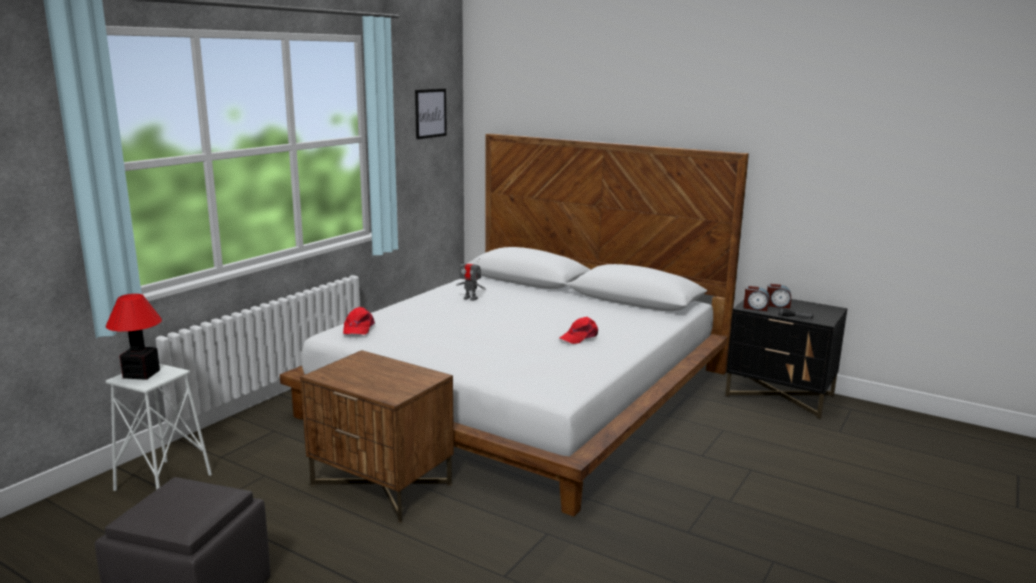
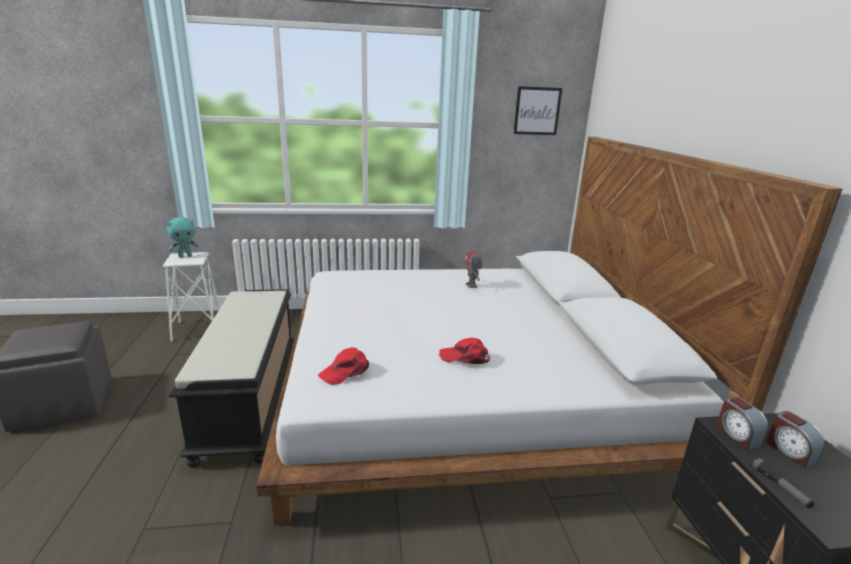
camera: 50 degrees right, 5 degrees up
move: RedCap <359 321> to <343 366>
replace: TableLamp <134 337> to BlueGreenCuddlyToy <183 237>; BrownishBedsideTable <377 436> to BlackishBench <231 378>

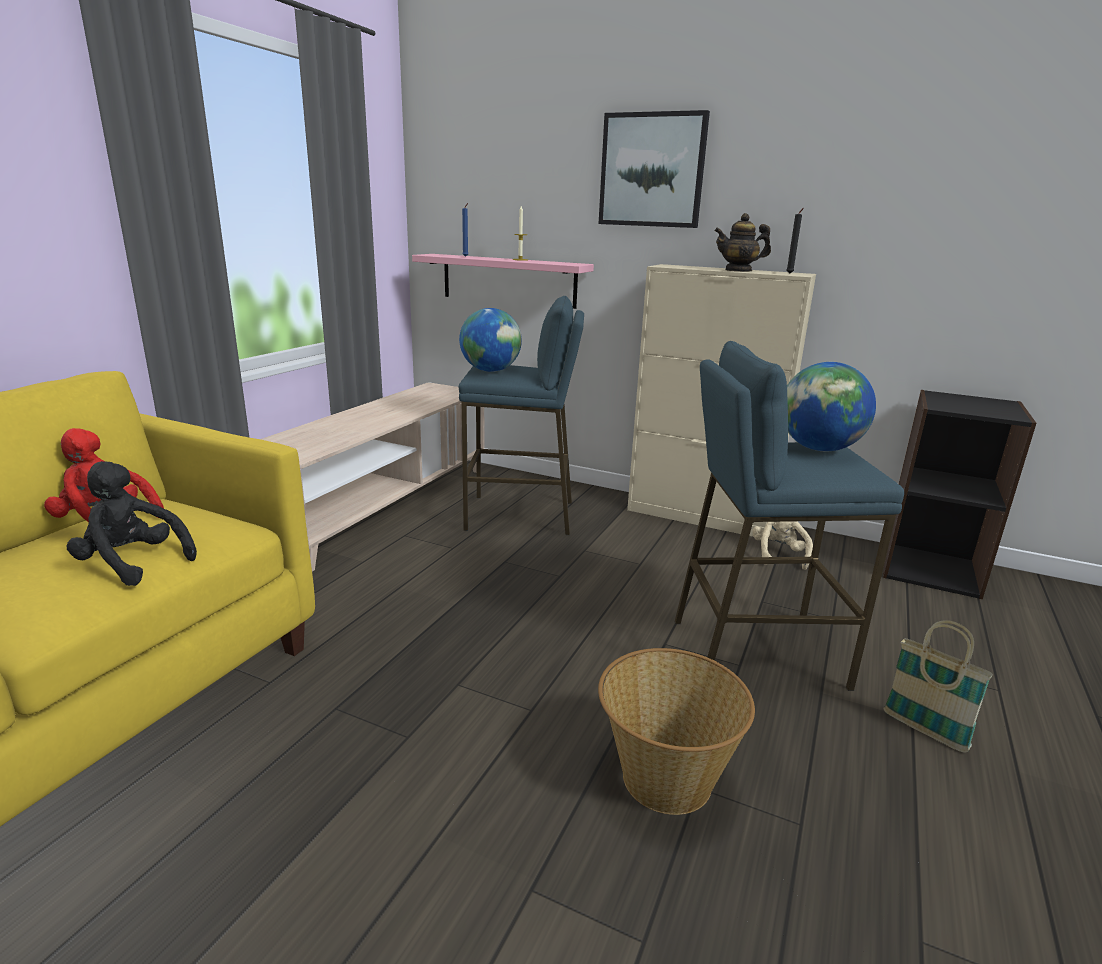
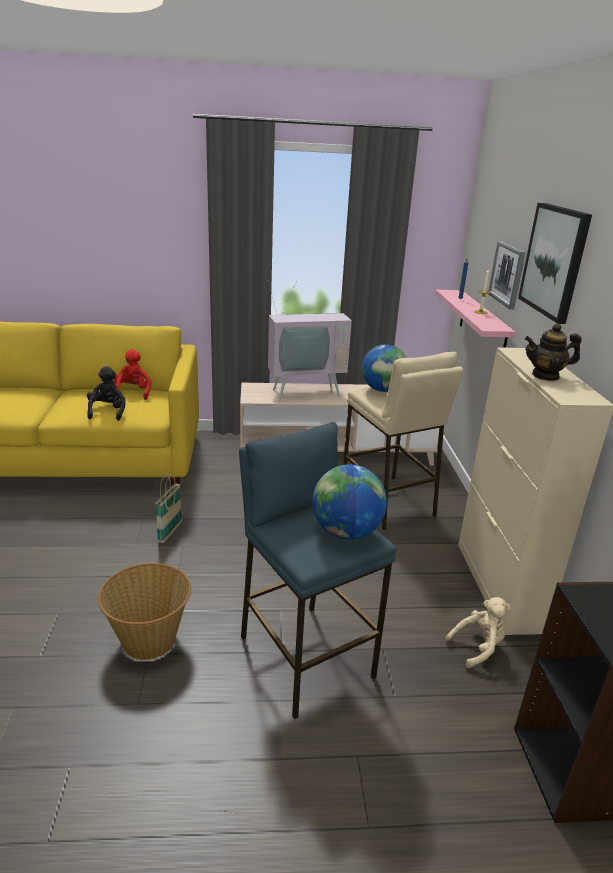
camera: 60 degrees right, 5 degrees up
delete: BlackishCandle <795 241>
insert: Television <310 340>; WallArt <507 275>
move: HouseholdBasket <938 686> to <168 509>
recolor: BluishStool <521 415> to BeigeStool <403 441>
rotate: Teapot <742 242> = <553 352> 60 degrees counterclockwise

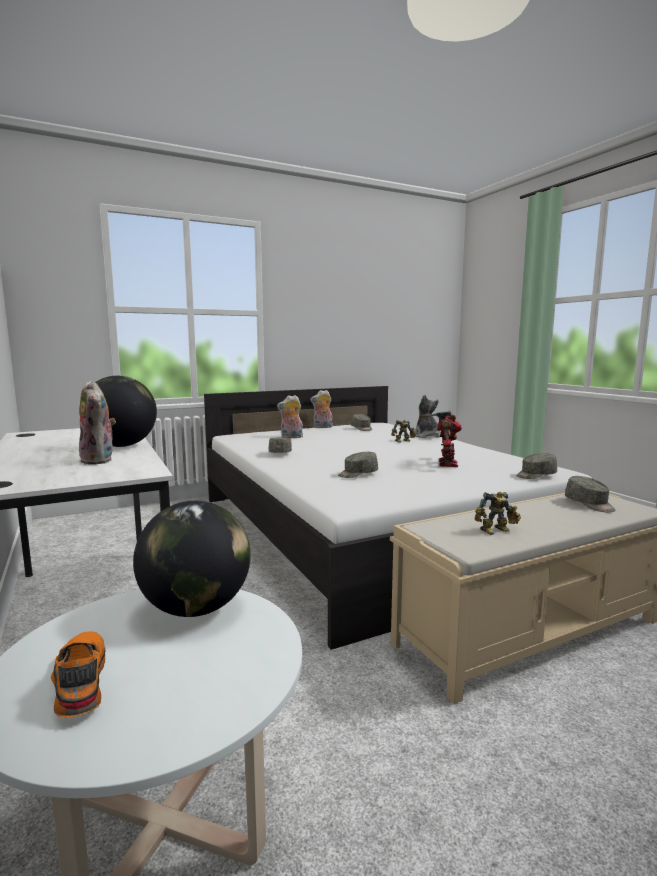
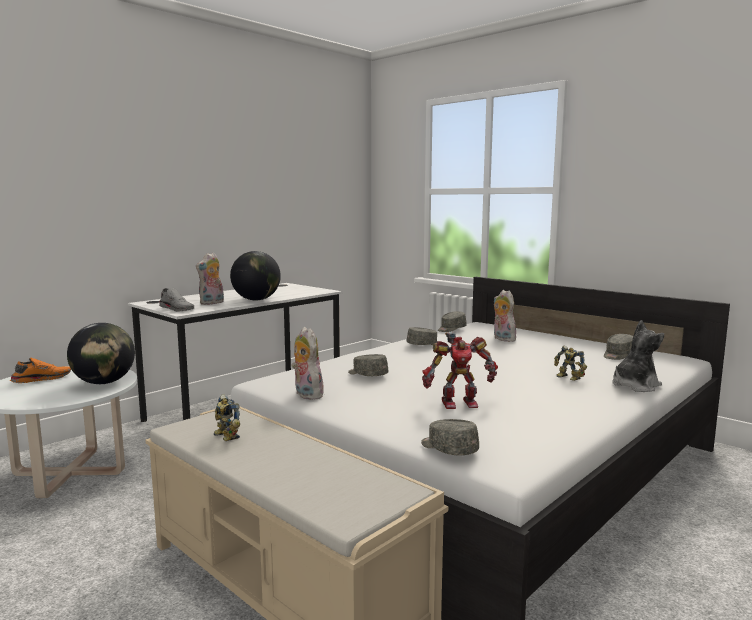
camera: 70 degrees right, 0 degrees up
insert: GrayShoe <176 300>
move: CuddlyToy <321 409> to <308 363>; GrayCap <590 494> to <452 321>

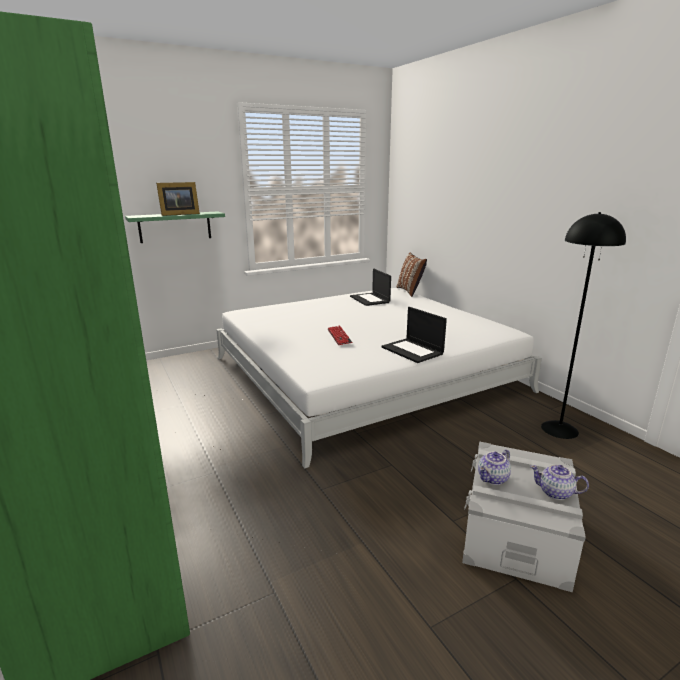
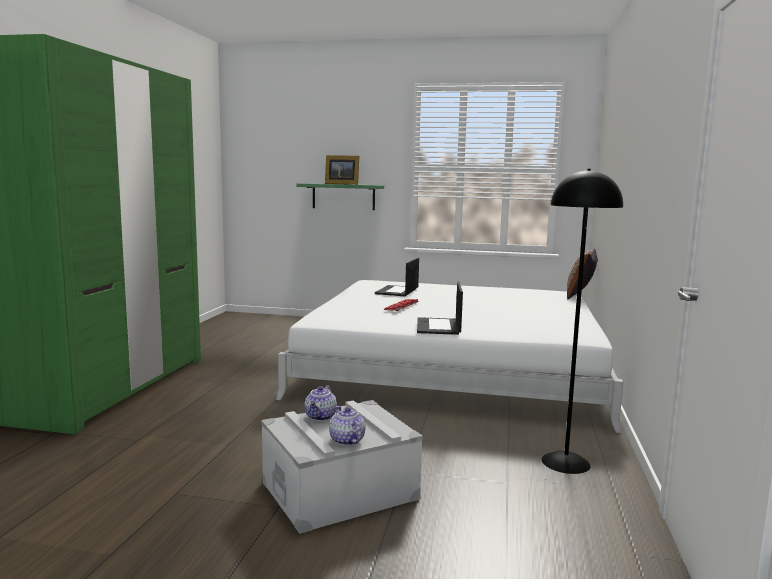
camera: 40 degrees right, 10 degrees down
move: Laptop <370 287> to <397 277>
rotate: Teapot <494 467> = <321 403> 75 degrees counterclockwise

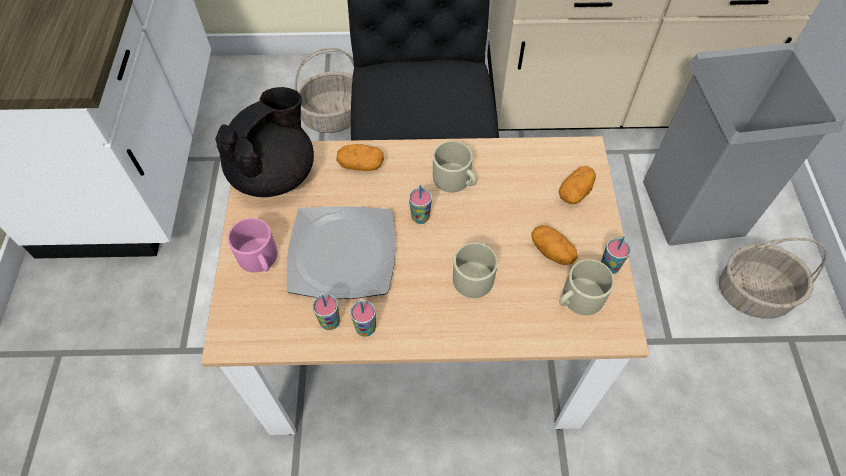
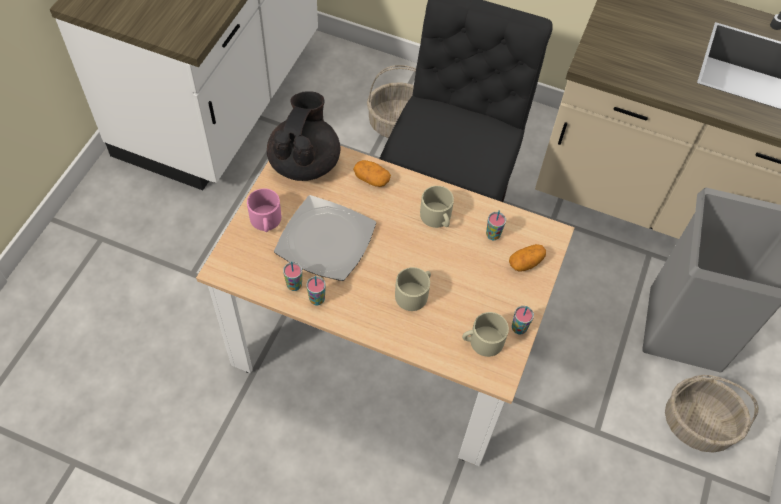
camera: 20 degrees right, 0 degrees up
delete: WholePotato <554 245>
move: Cup <420 204> to <496 225>
rotate: BlackishTeapot <264 142> = <303 136> 45 degrees counterclockwise

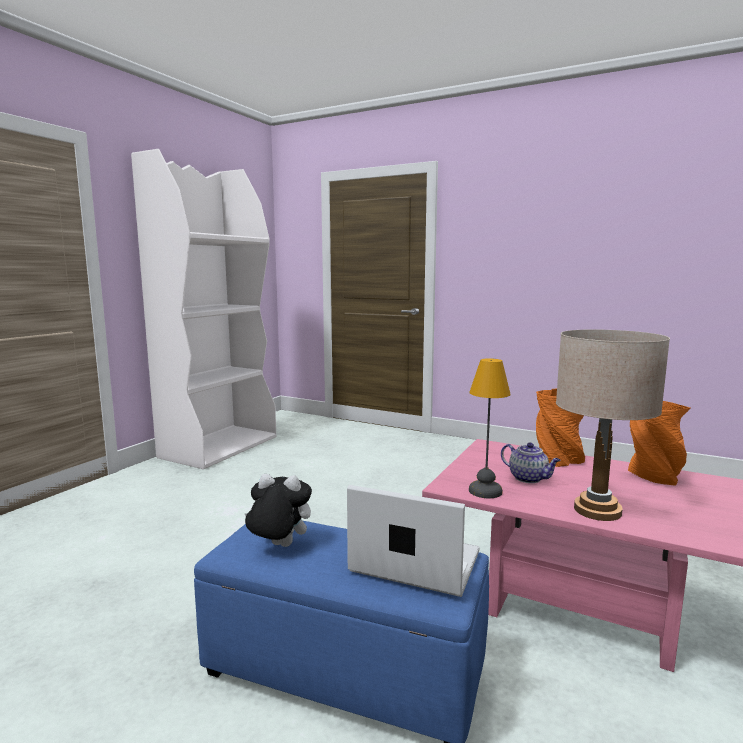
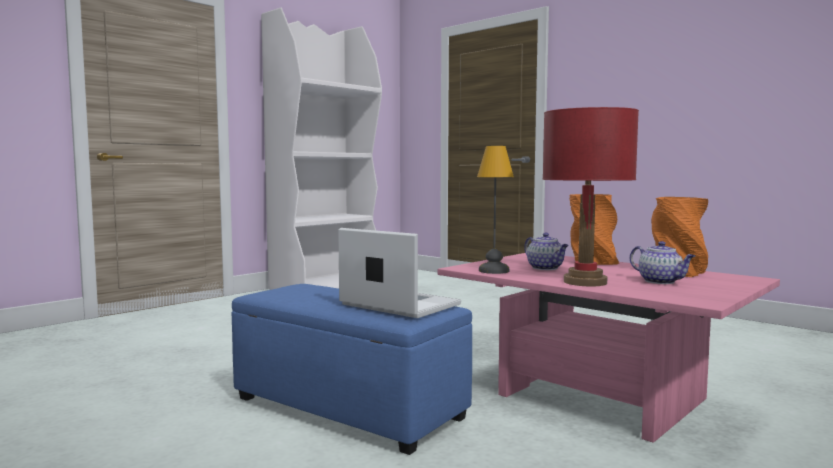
camera: 15 degrees right, 5 degrees down
delete: CuddlyToy <278 510>
insert: Teapot <662 262>
recolor: BeigeTableLamp <613 425> to RedTableLamp <590 196>

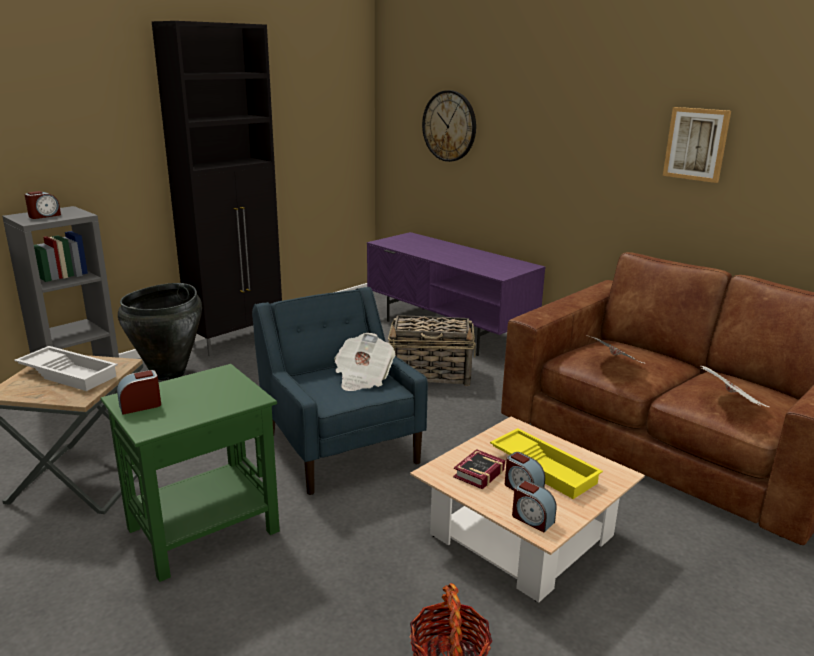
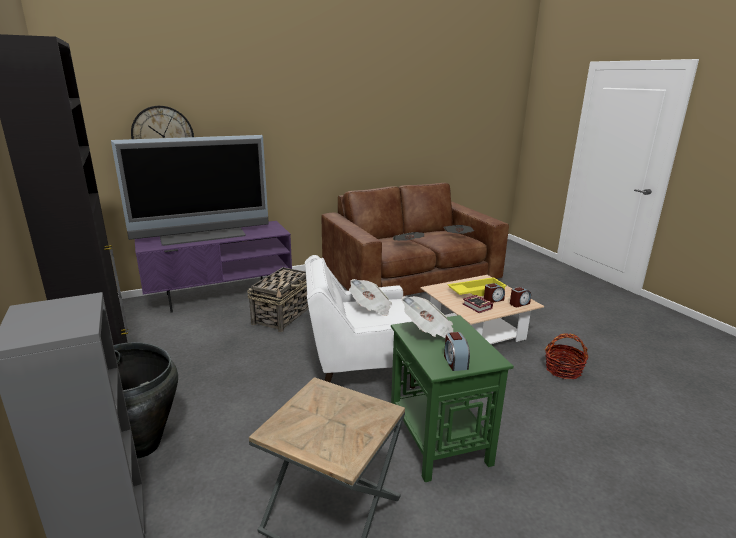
camera: 70 degrees left, 0 degrees up
delete: WhitishTray <66 368>; BedsideClock <42 205>; WallArt <697 145>
insert: Television <190 190>; PrintedPaper <427 317>
recolor: BluishArmchair <340 391> to WhitishArmchair <360 322>

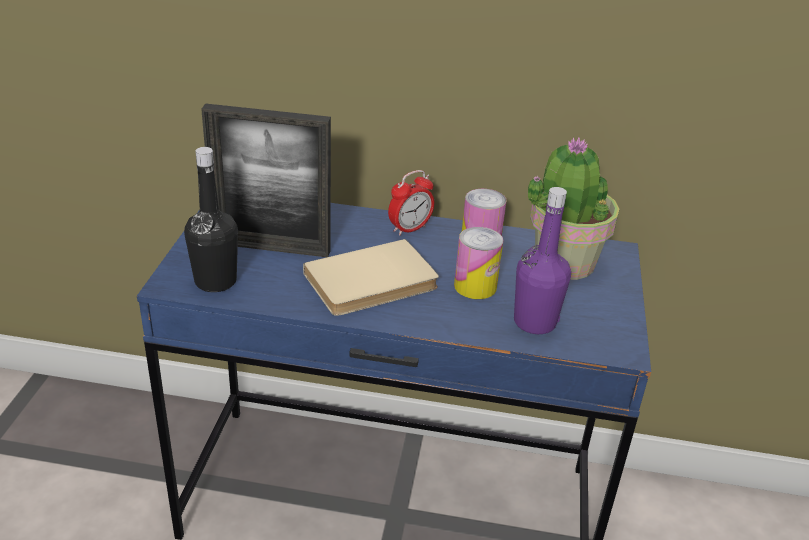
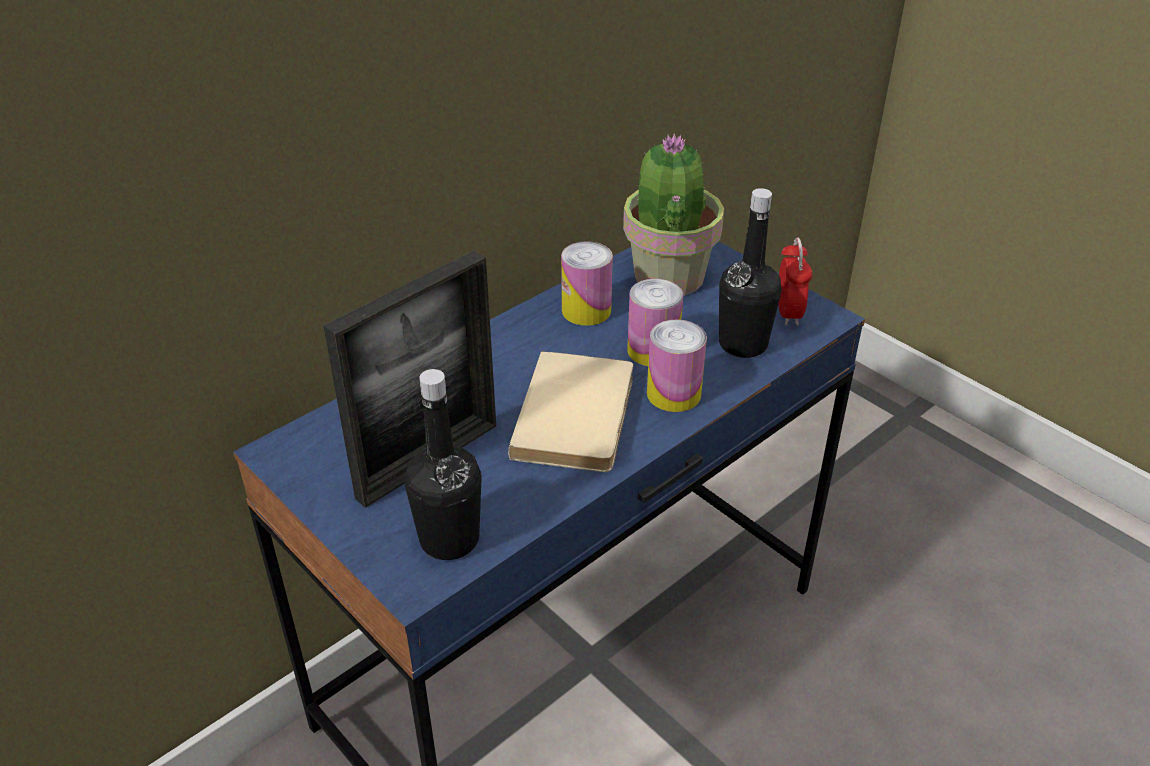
camera: 50 degrees left, 5 degrees up
insert: Can <677 366>
move: BedsideClock <411 203> to <795 282>
recolor: PurpleDrinkBottle <542 260> to BlackishDrinkBottle <750 273>

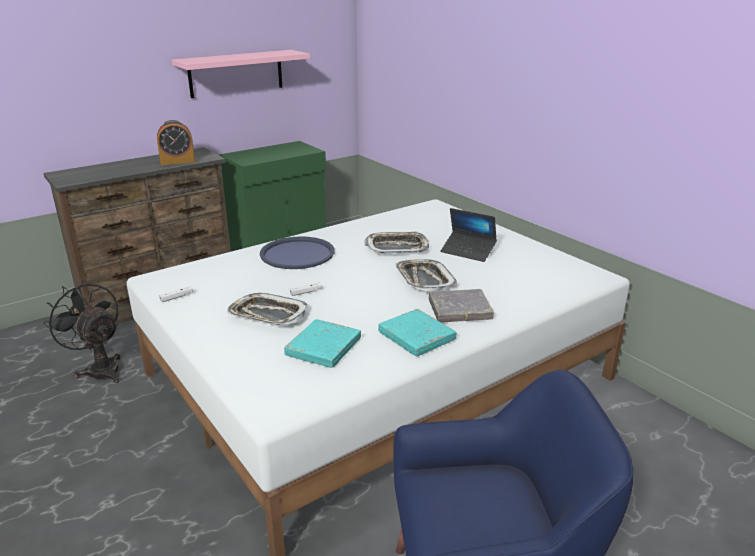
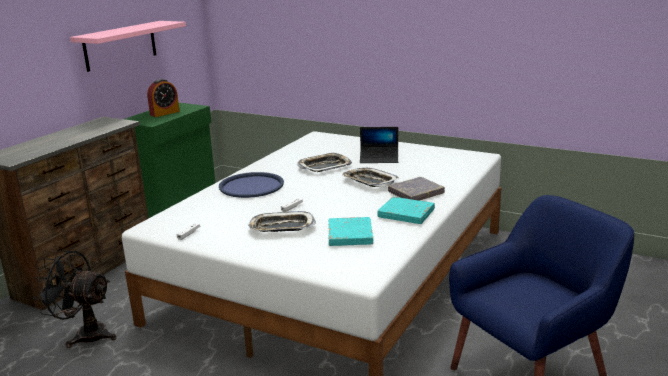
camera: 25 degrees left, 5 degrees down
move: BedsideClock <176 142> to <163 98>

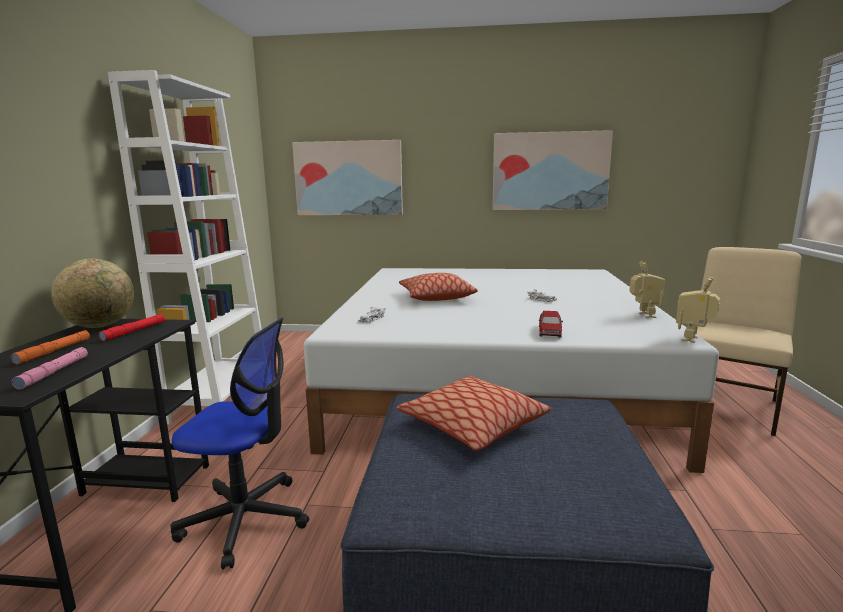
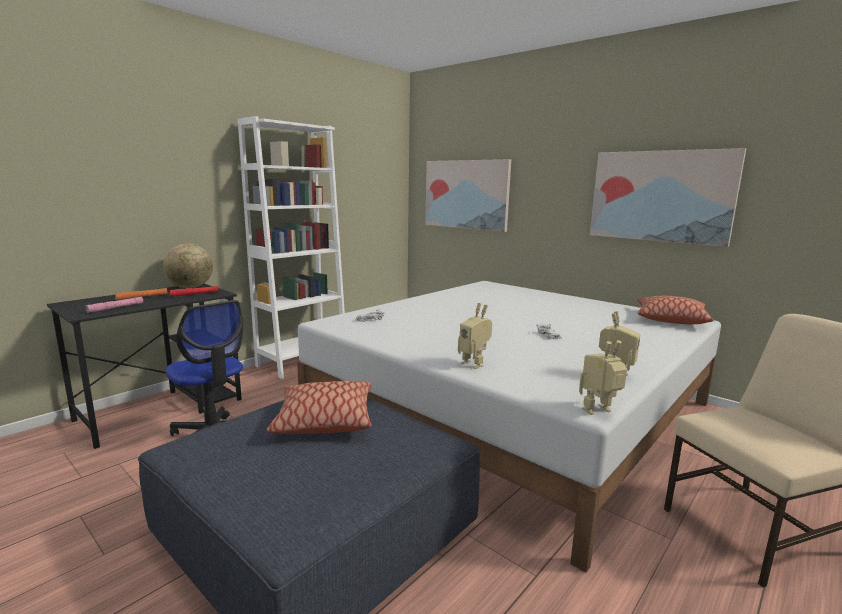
camera: 35 degrees right, 0 degrees up
move: ThrowPillow <438 287> to <675 310>
replace: MiniatureCar <551 324> to ModelRobot <475 336>

